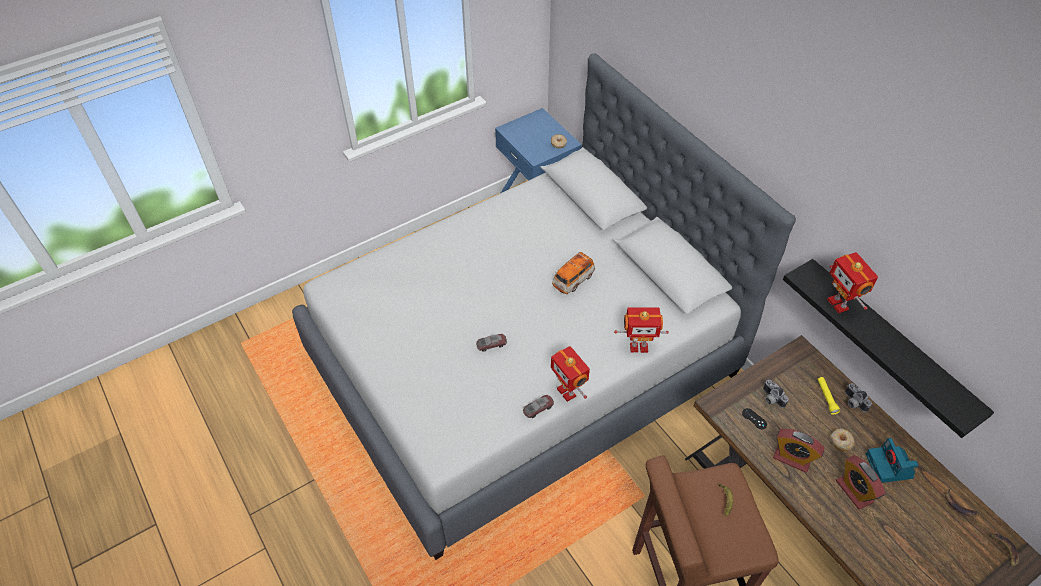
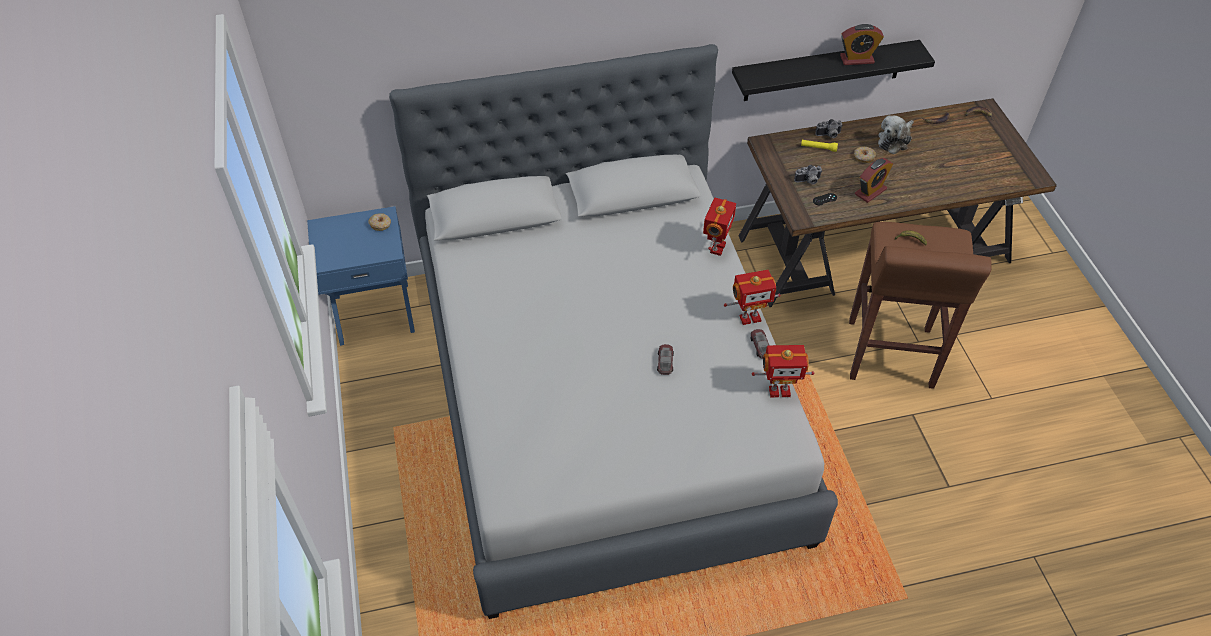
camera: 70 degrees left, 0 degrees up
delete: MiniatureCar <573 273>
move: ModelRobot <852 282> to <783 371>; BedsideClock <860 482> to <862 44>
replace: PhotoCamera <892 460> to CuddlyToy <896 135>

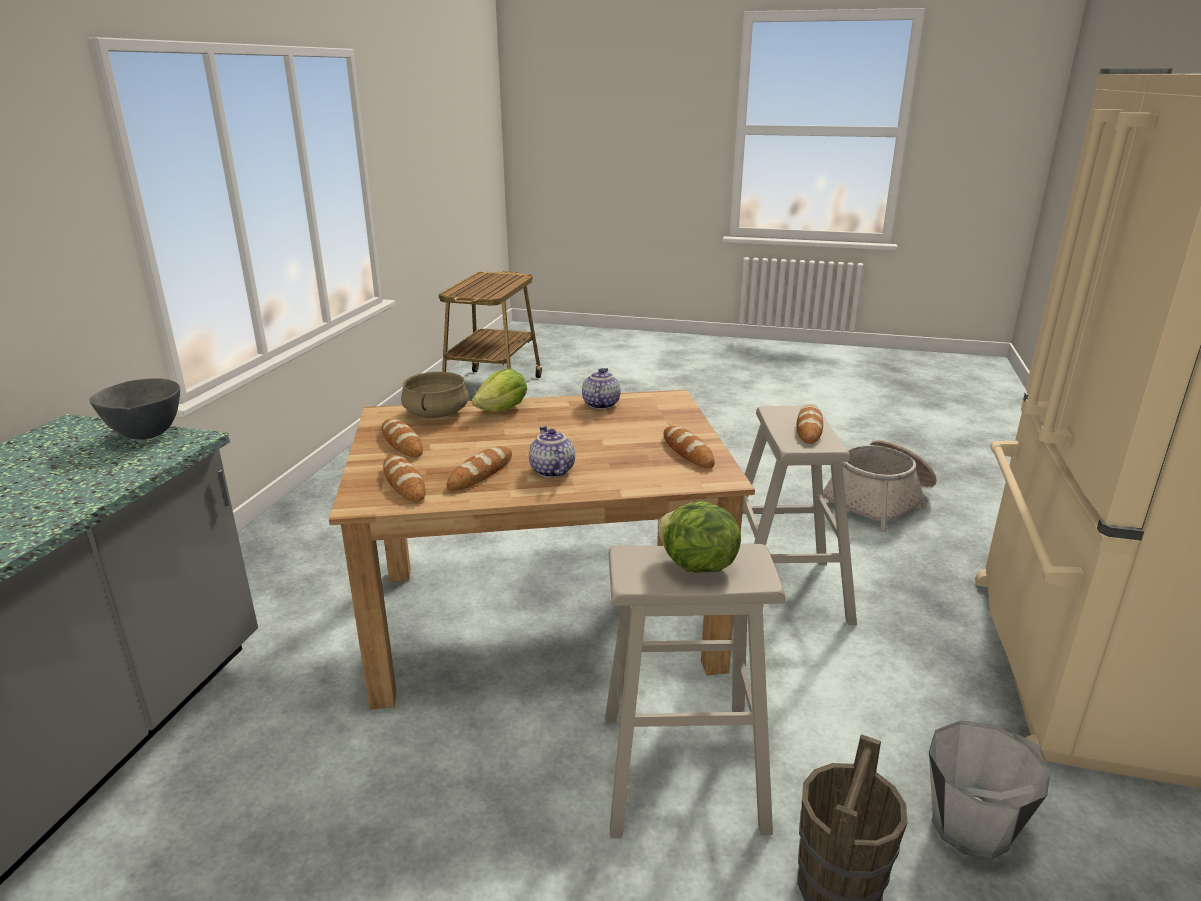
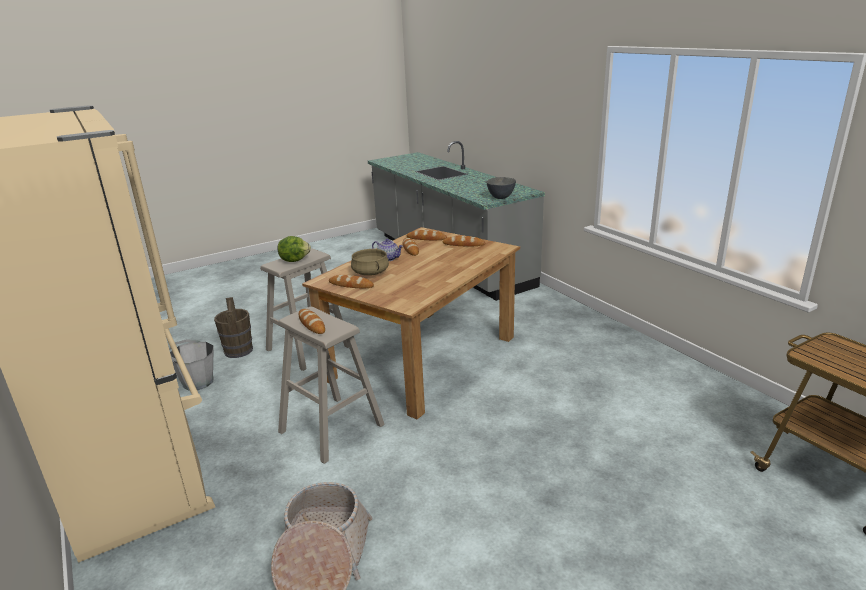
camera: 135 degrees right, 0 degrees up
delete: HeadOfLettuce <499 390>; Teapot <601 388>
move: BeigeSaucepot <435 395> to <370 262>

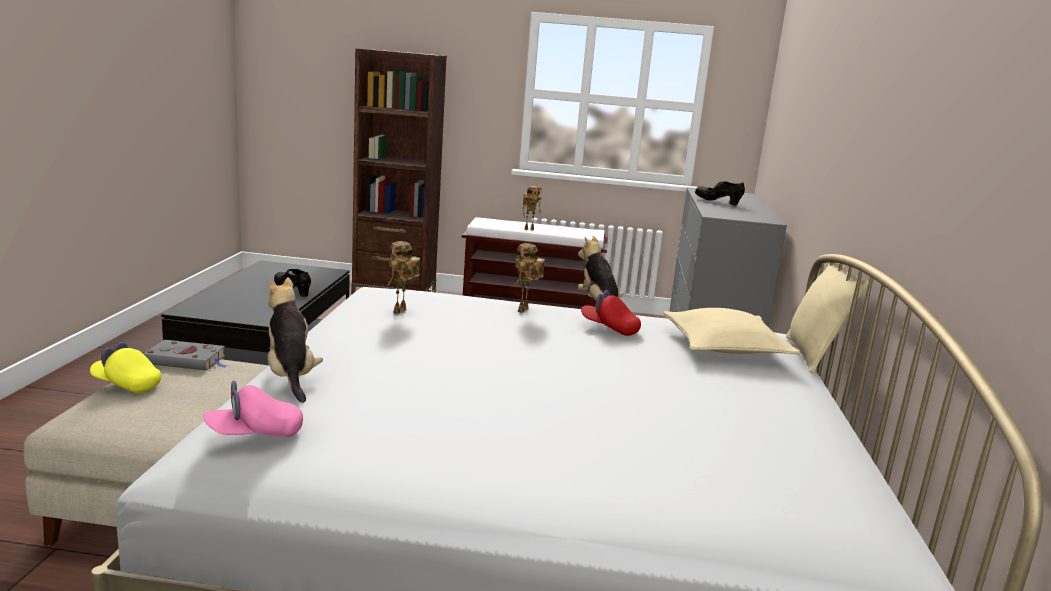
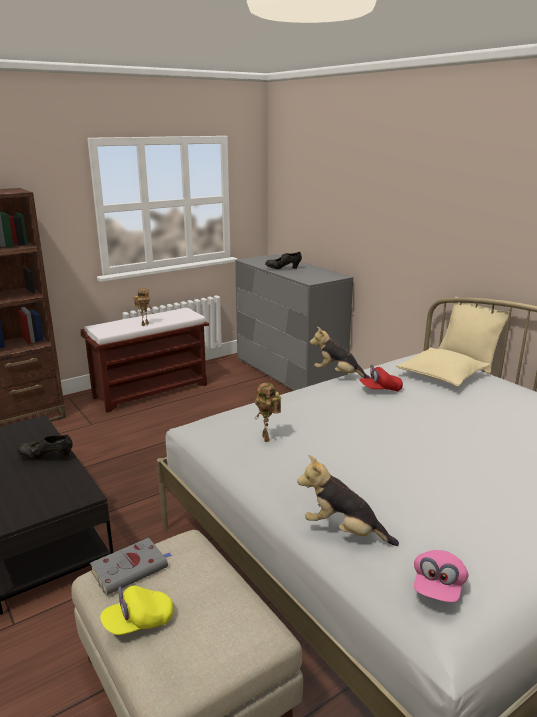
camera: 40 degrees left, 5 degrees up
delete: ModelRobot <529 278>

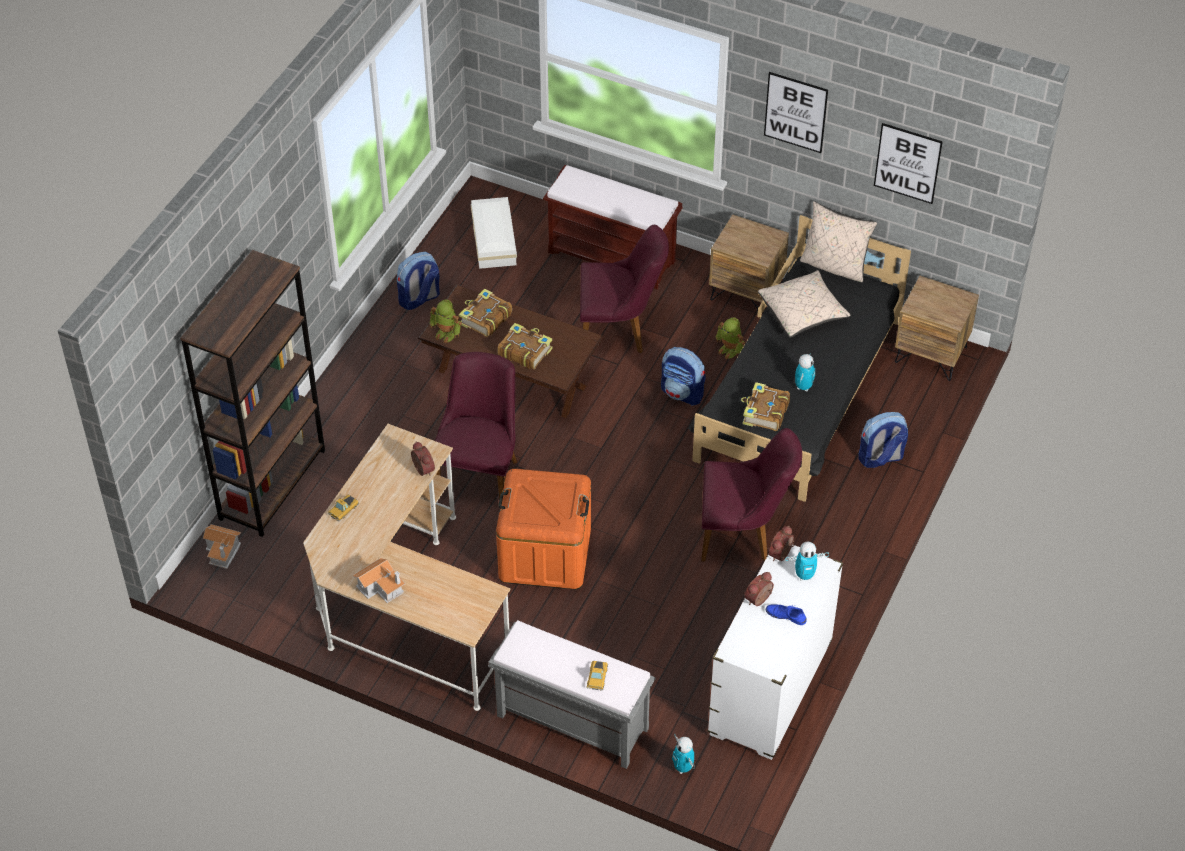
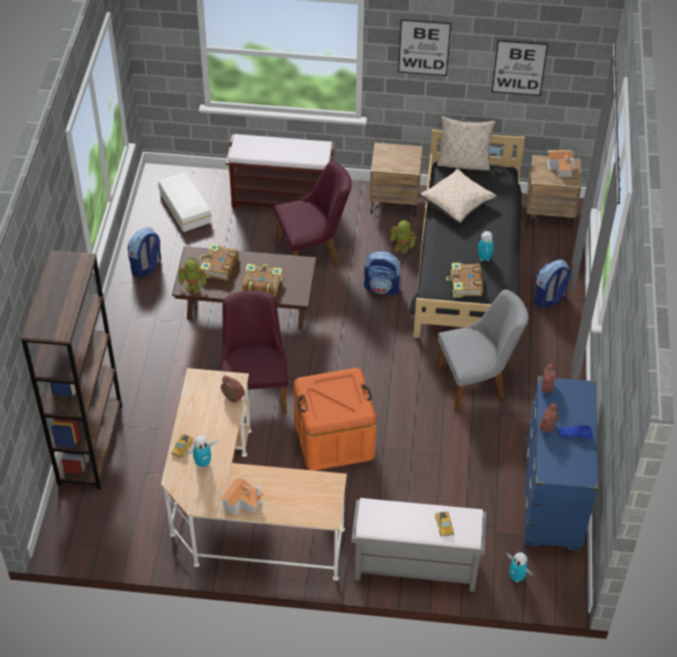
camera: 20 degrees left, 0 degrees up
move: MiniatureHouse <222 546> to <561 163>; ModelRobot <807 561> to <202 452>
recolor: PurplePlainChair <751 495> to GrayPlainChair <482 351>; WhitishChestOfDrawers <775 652> to BluishChestOfDrawers <561 463>

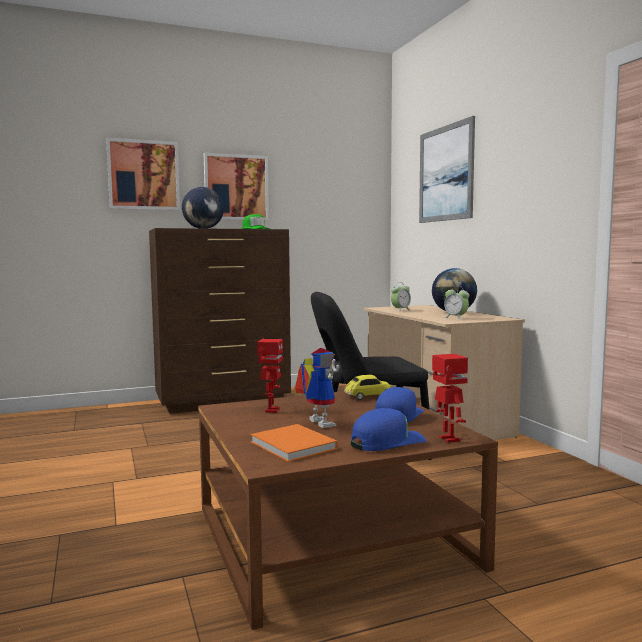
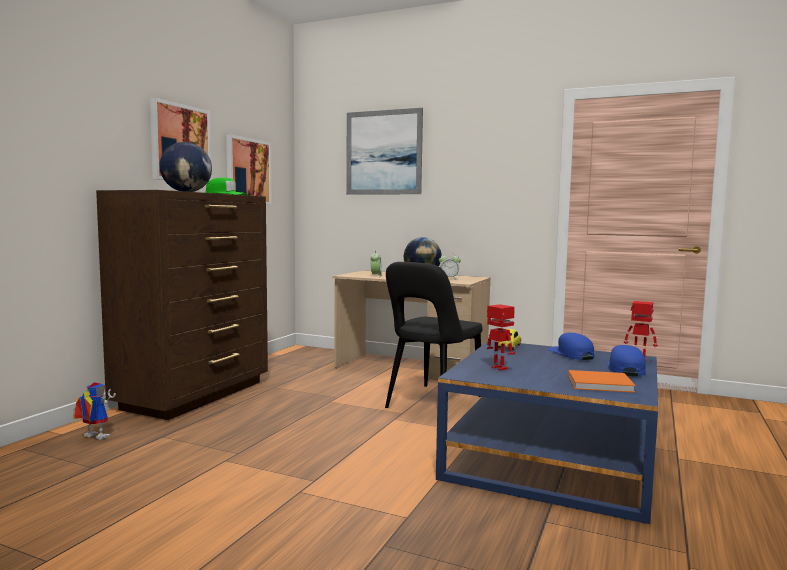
camera: 45 degrees left, 0 degrees up
move: WallArt <143 174> to <249 169>; ModelRobot <316 388> to <94 410>
recolor: BrownishLowTable <348 510> to BluishLowTable <547 432>

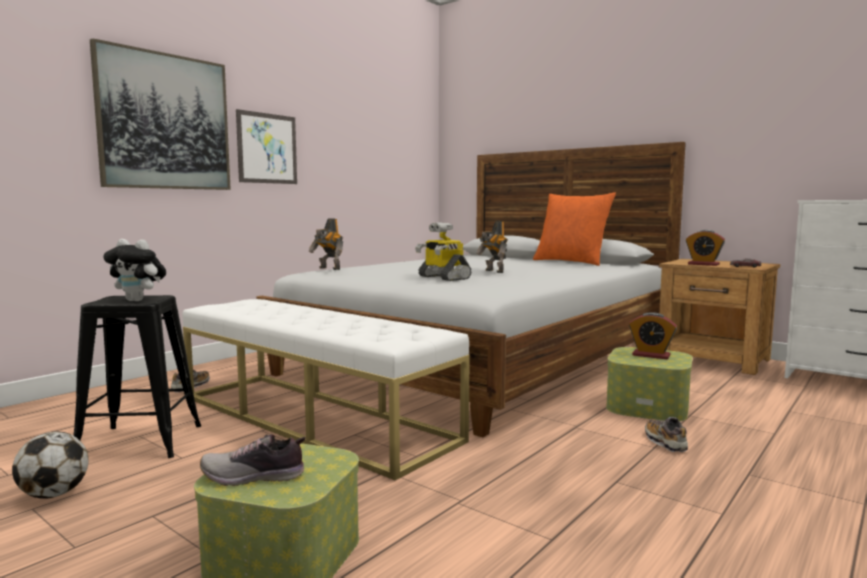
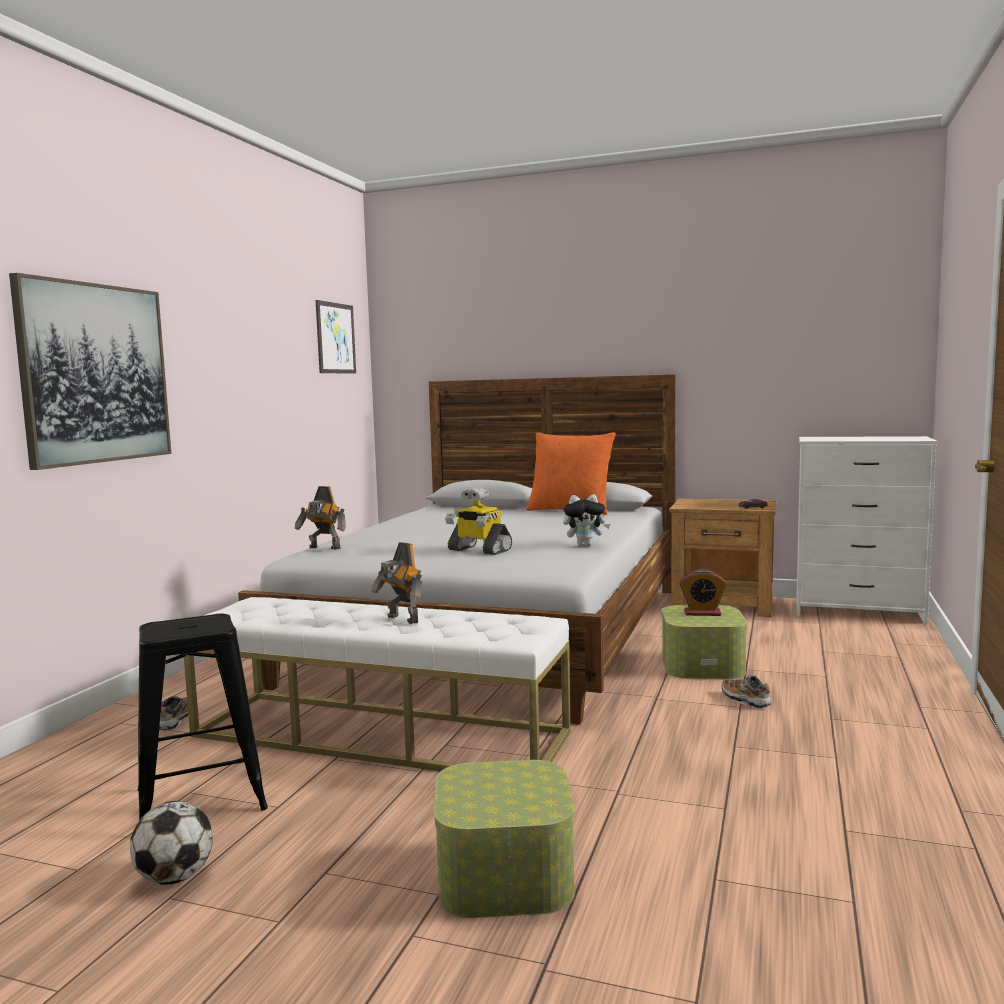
camera: 20 degrees left, 0 degrees up
delete: Shoe <253 460>; BedsideClock <705 248>
move: CuddlyToy <134 270> to <586 520>; WallArt <266 146> to <336 337>; ModelRobot <492 247> to <396 583>

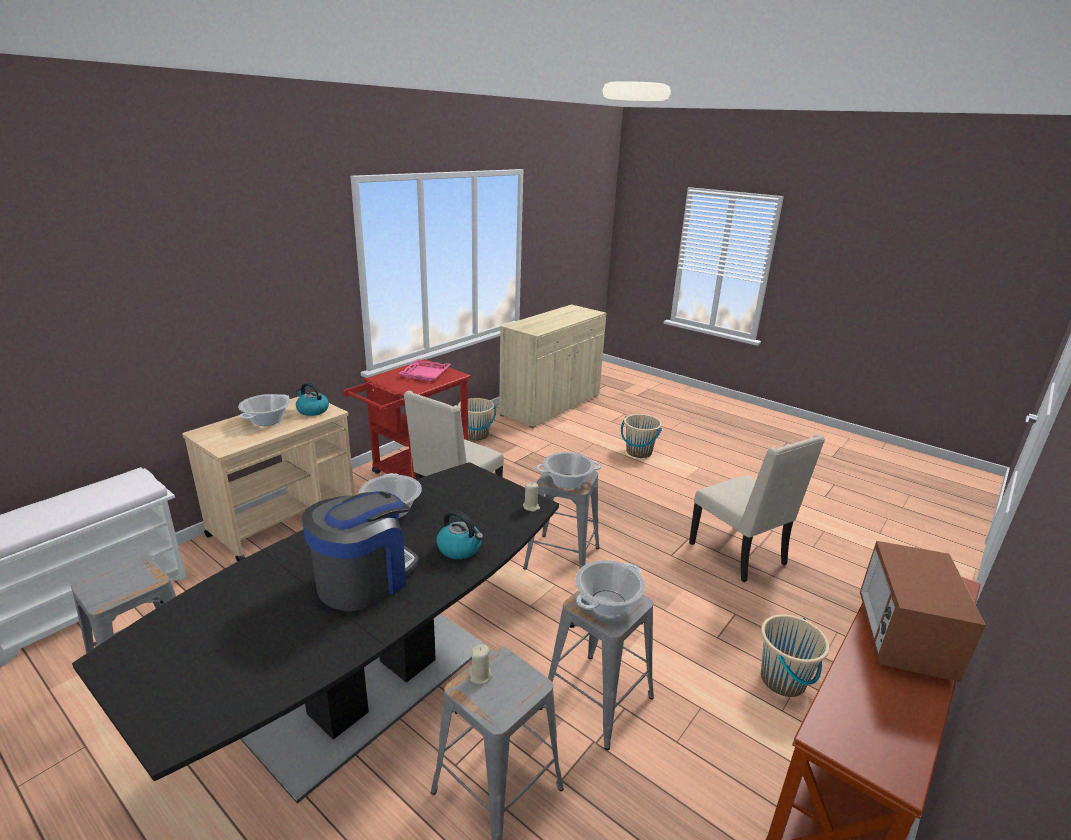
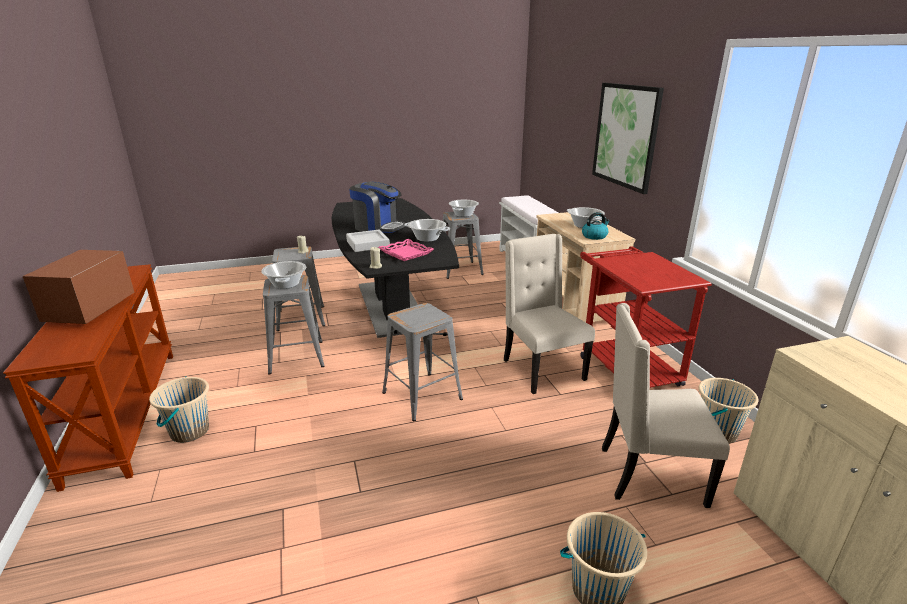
camera: 125 degrees right, 0 degrees up
insert: WallArt <628 138>
move: PinkTray <424 370> to <406 250>; Saucepot <568 470> to <464 208>; BeigePlainChair <757 508> to <666 405>
replace: WaterKettle <460 534> to GrayTray <368 241>
rotate: CoffeeMachine <360 551> = <377 207> 45 degrees counterclockwise; KitchenMicrowave <923 611> = <78 287> 135 degrees counterclockwise

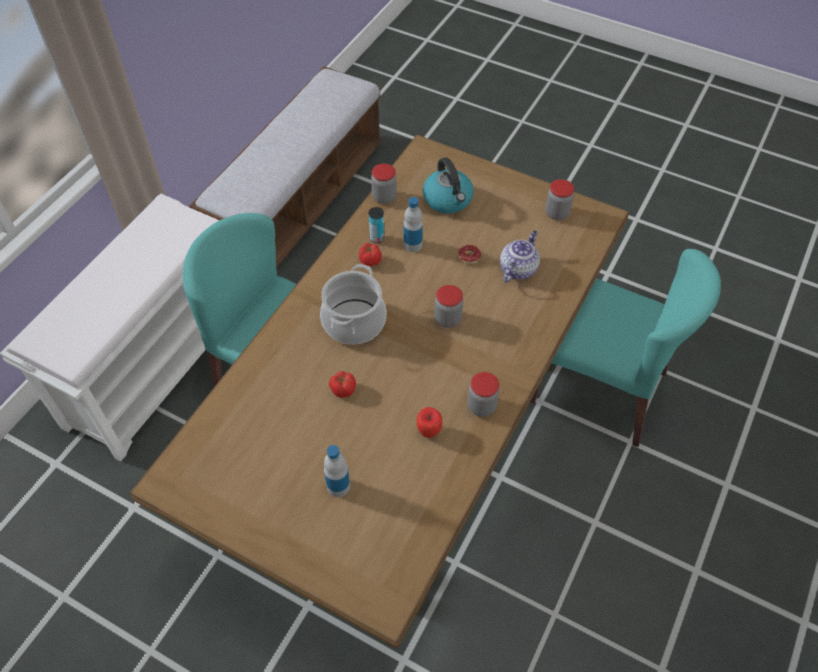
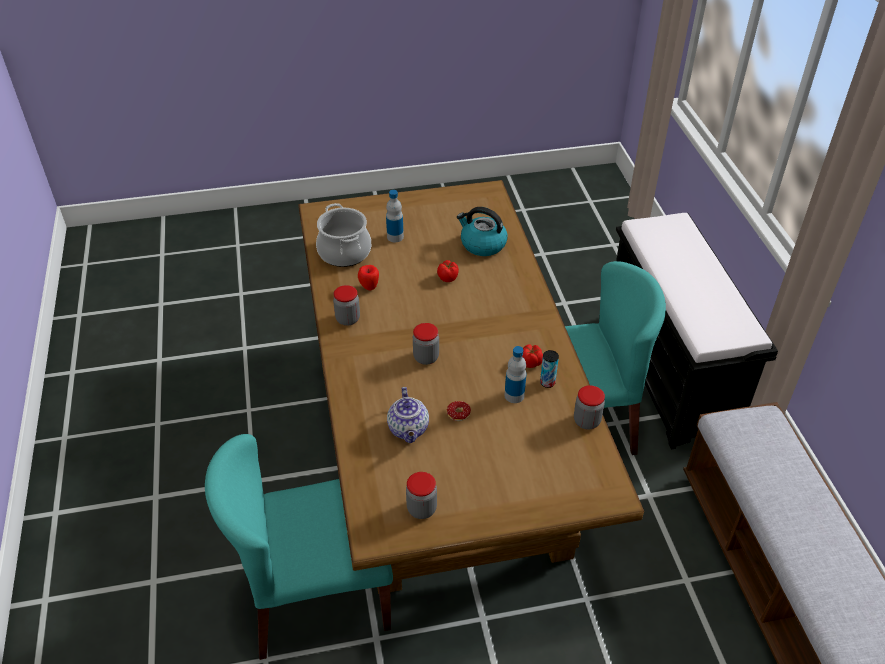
camera: 140 degrees right, 10 degrees down
move: Saucepot <353 304> to <343 235>; WaterKettle <448 185> to <482 231>
recolor: WhitishBench <109 327> to BlackishBench <697 331>

